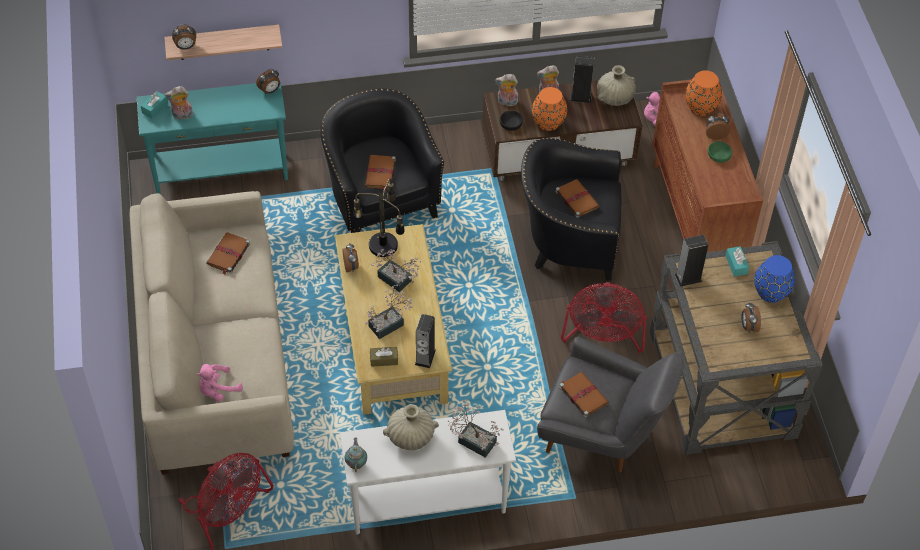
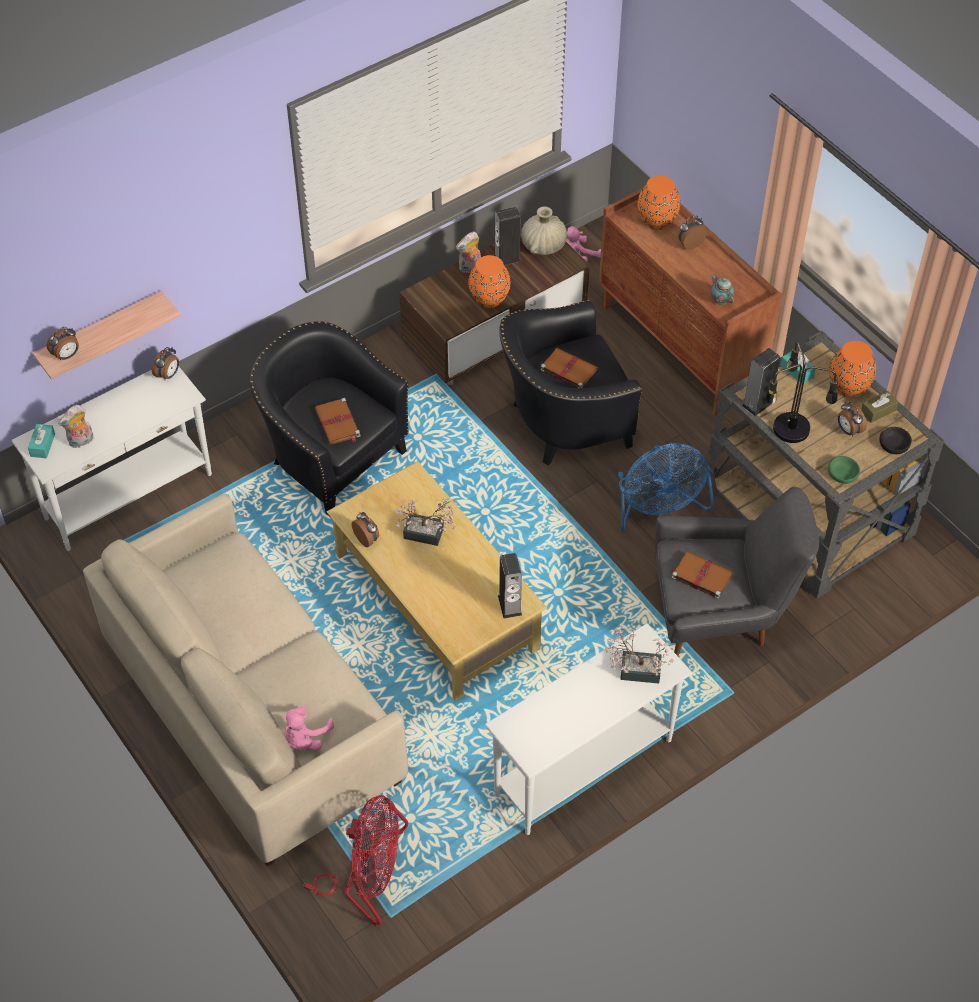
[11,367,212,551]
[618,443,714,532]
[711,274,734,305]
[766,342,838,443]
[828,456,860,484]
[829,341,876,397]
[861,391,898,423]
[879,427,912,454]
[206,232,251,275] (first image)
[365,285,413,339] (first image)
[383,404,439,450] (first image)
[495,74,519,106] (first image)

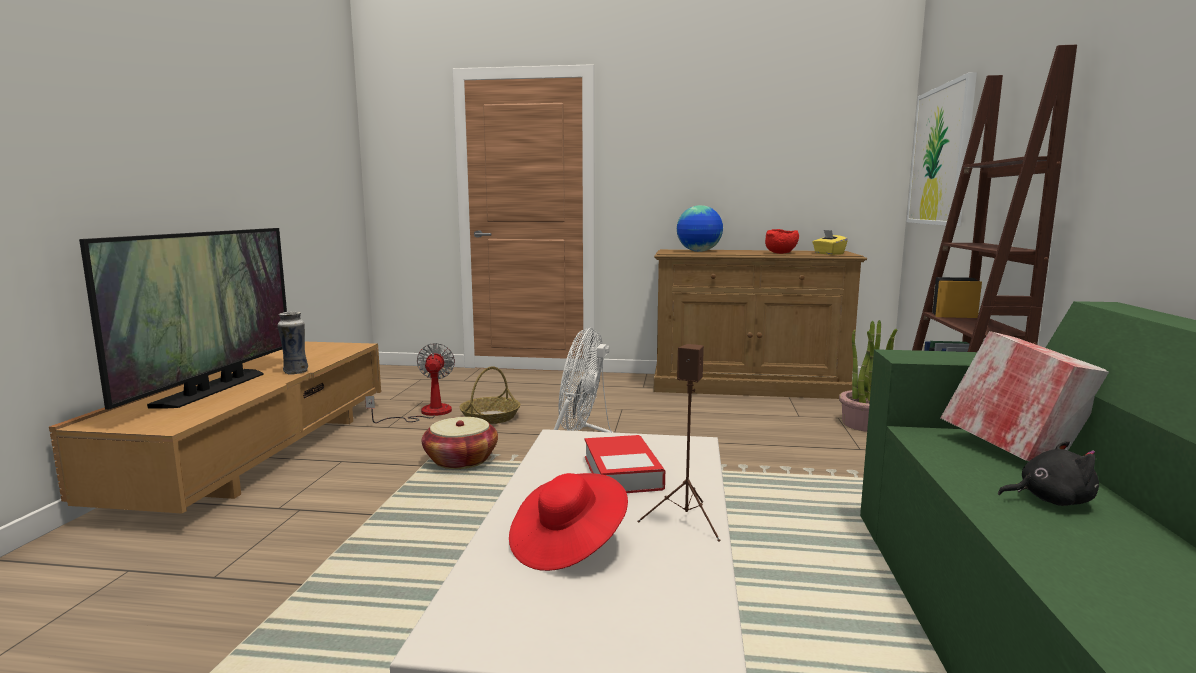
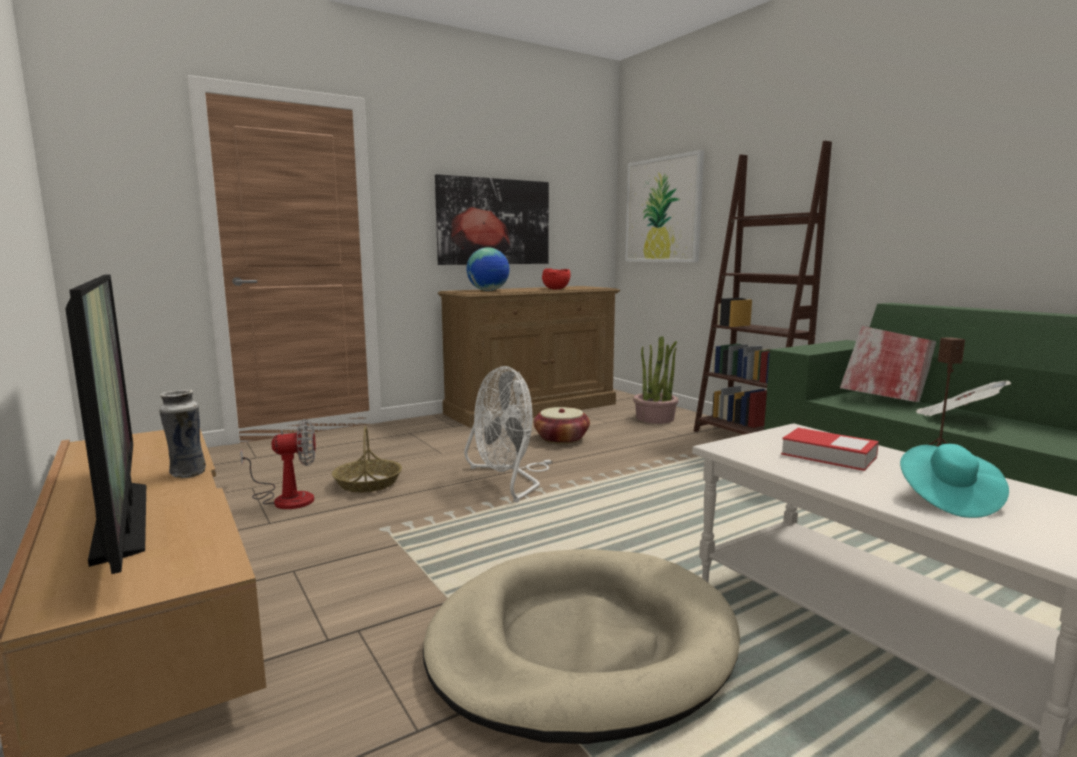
[240,419,316,509]
[423,549,740,744]
[435,174,549,265]
[534,407,590,444]
[900,444,1009,518]
[916,381,1011,417]
[812,230,848,255] (first image)

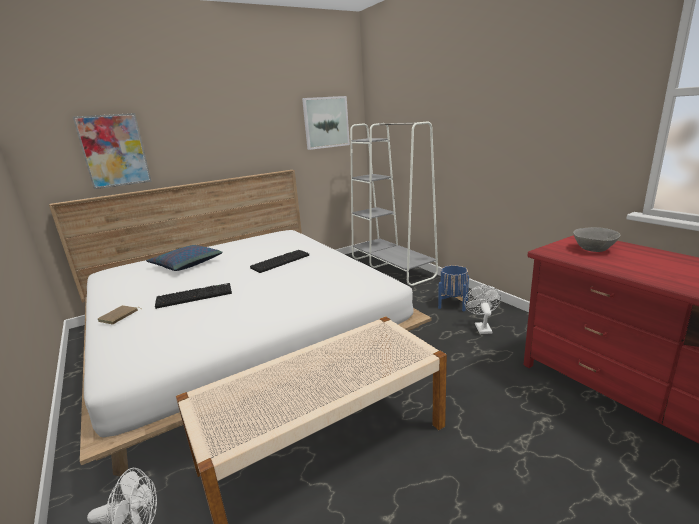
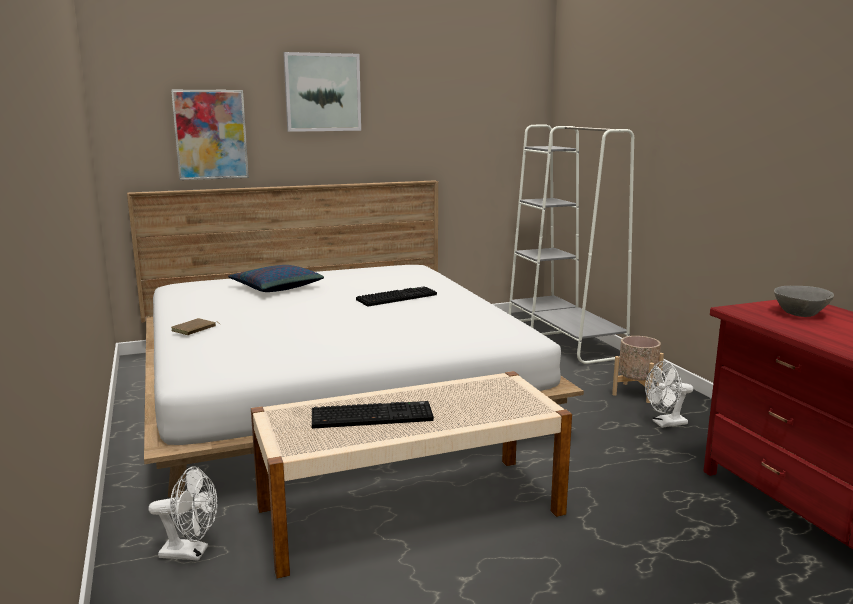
[283,52,361,132]
[312,401,434,429]
[612,336,664,403]
[645,361,693,428]

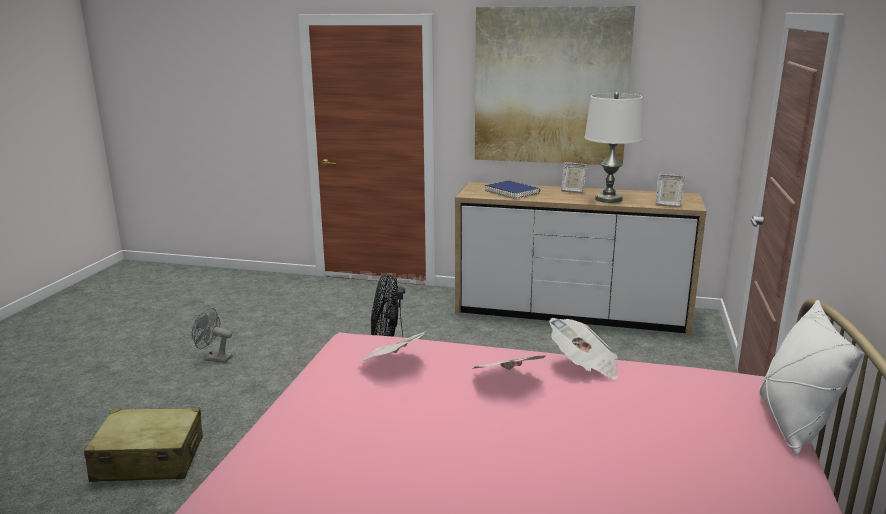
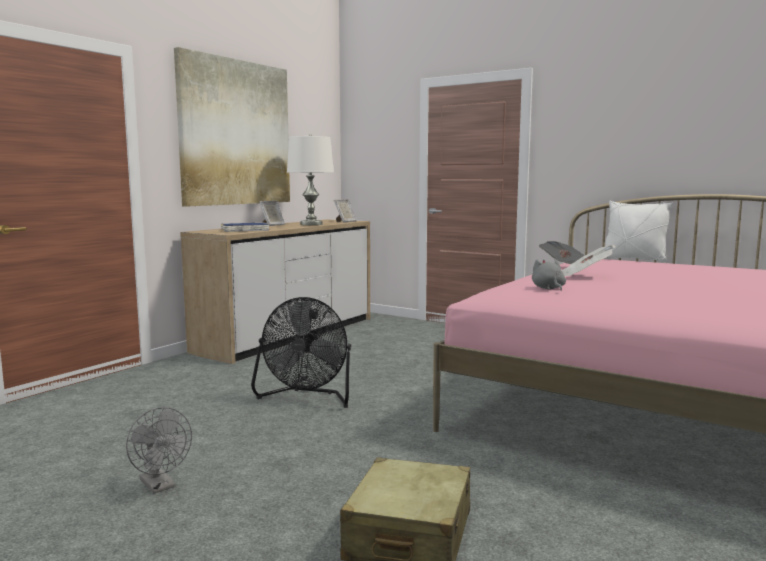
[126,407,192,494]
[532,259,566,291]

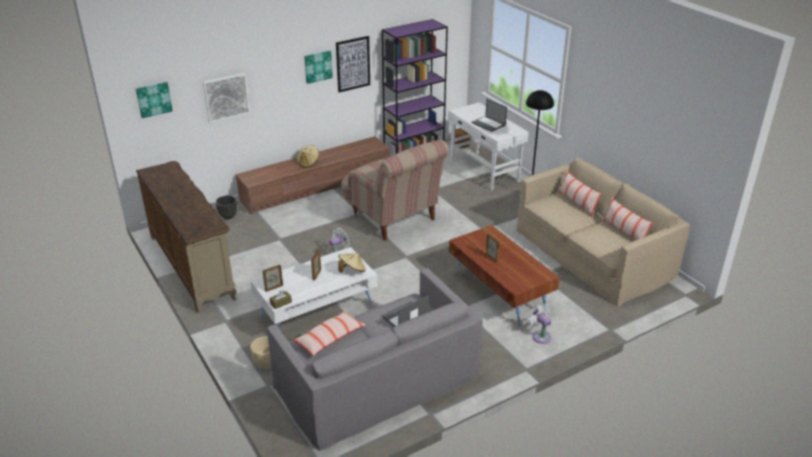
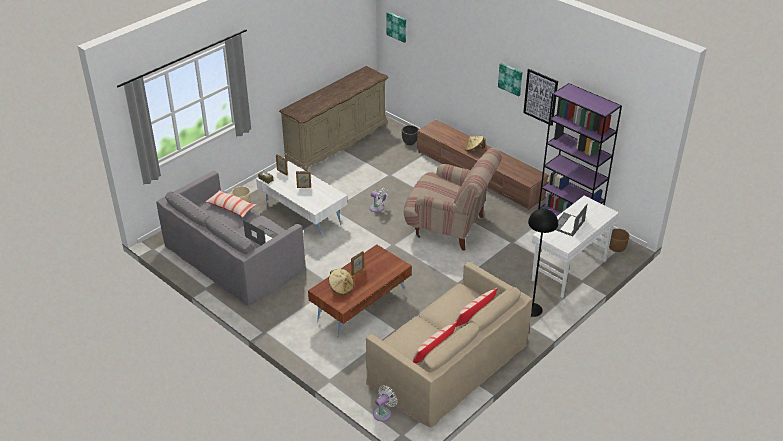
[329,268,354,295]
[373,385,397,421]
[404,148,502,251]
[203,73,250,123] (first image)

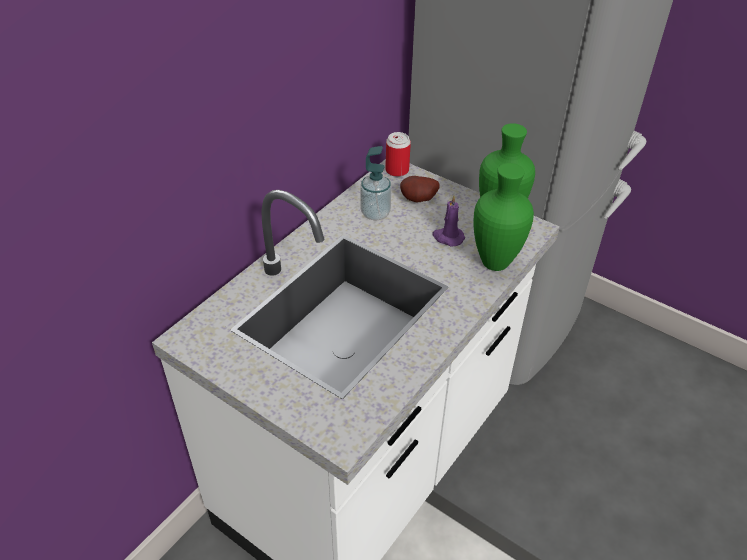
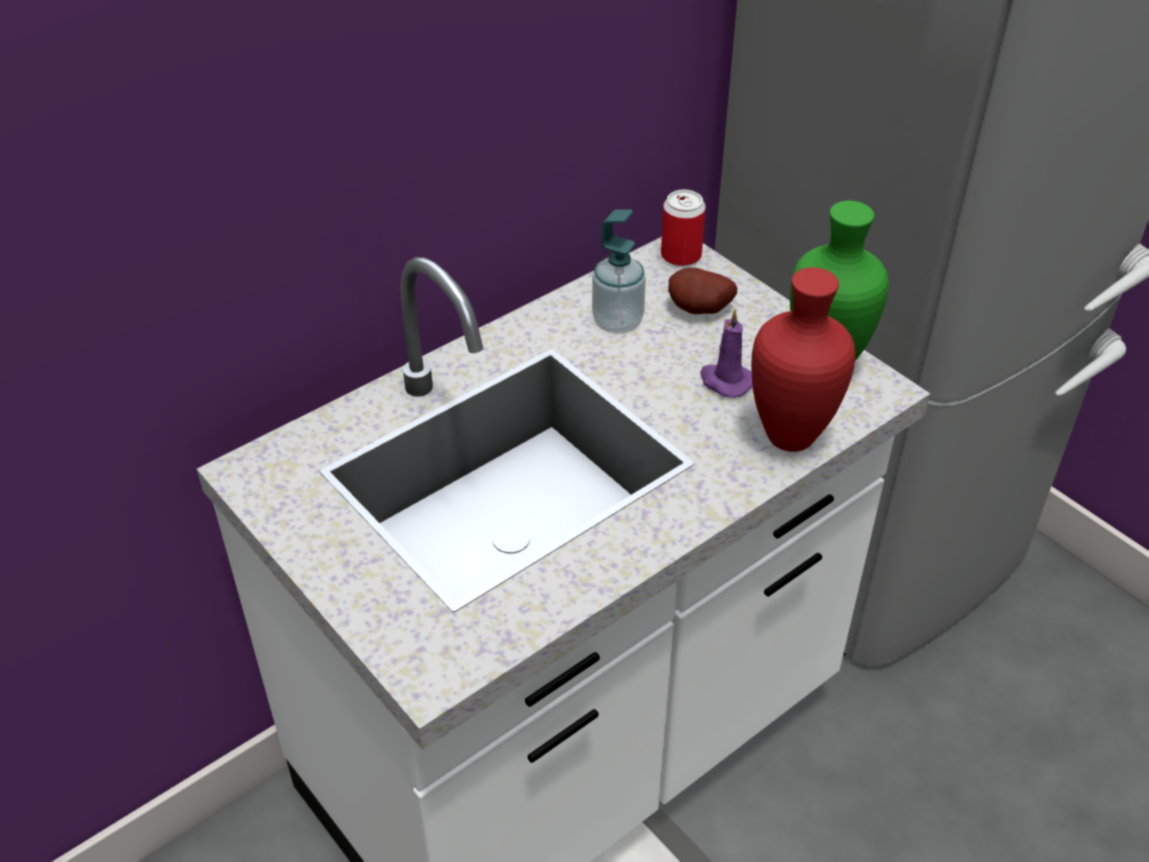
[751,267,856,452]

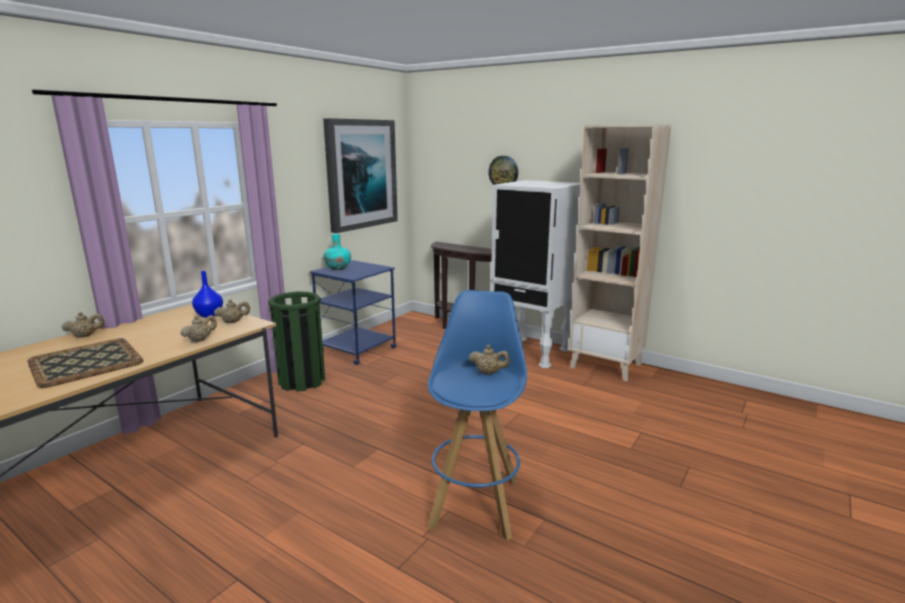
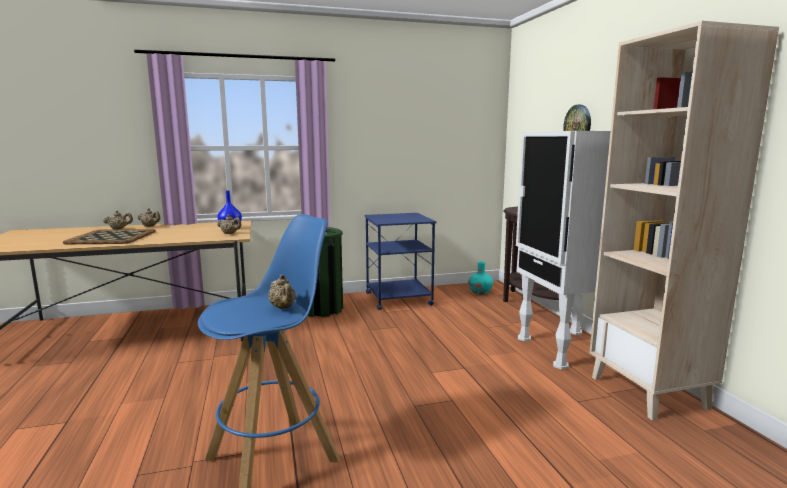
[103,210,133,229]
[468,262,493,295]
[323,118,398,233] (first image)

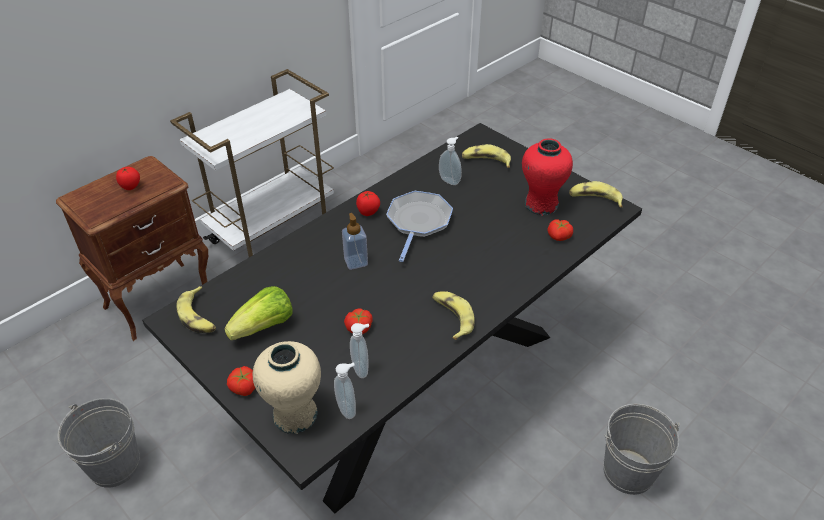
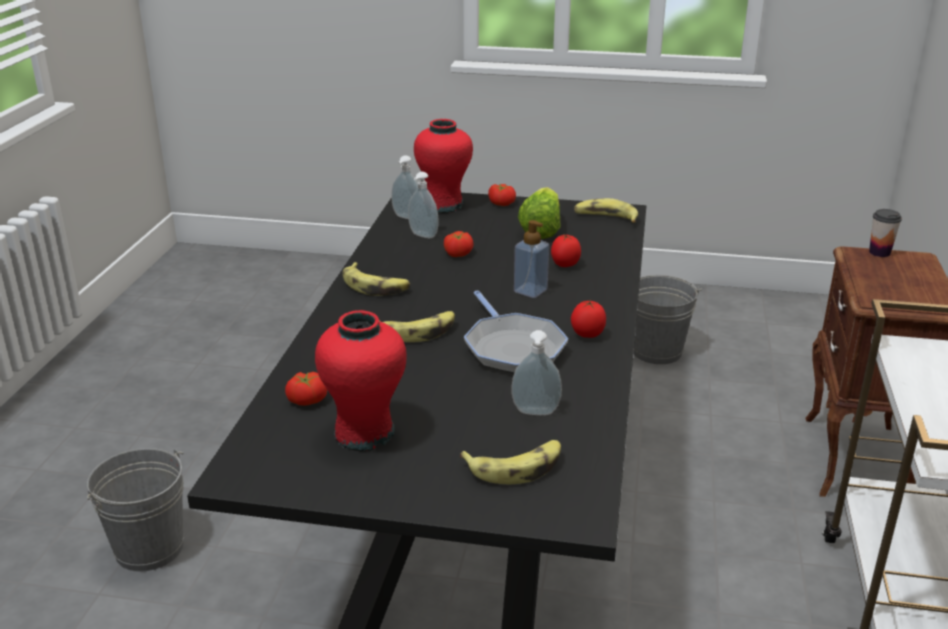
[379,311,455,342]
[414,119,473,213]
[551,234,581,267]
[869,209,902,257]

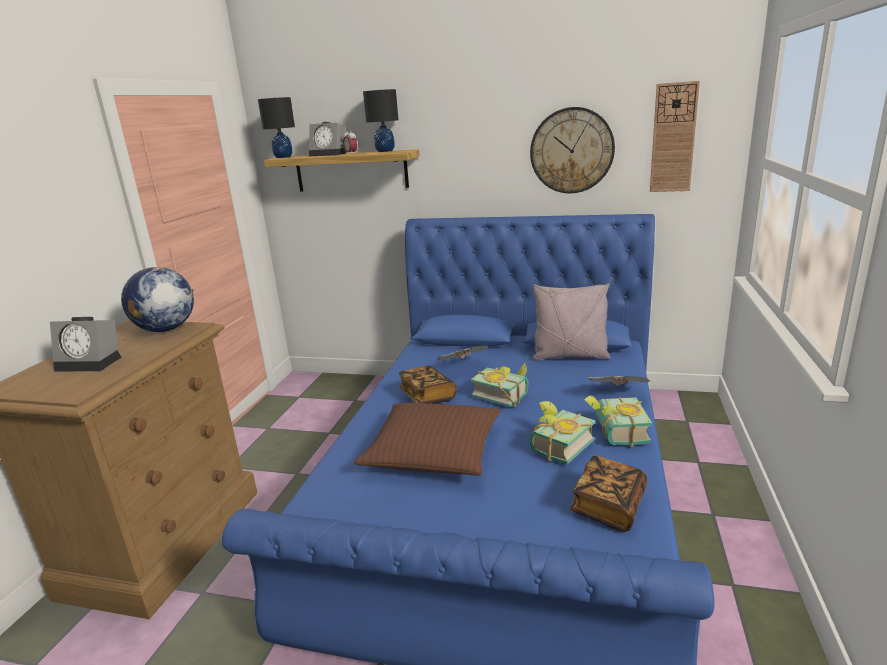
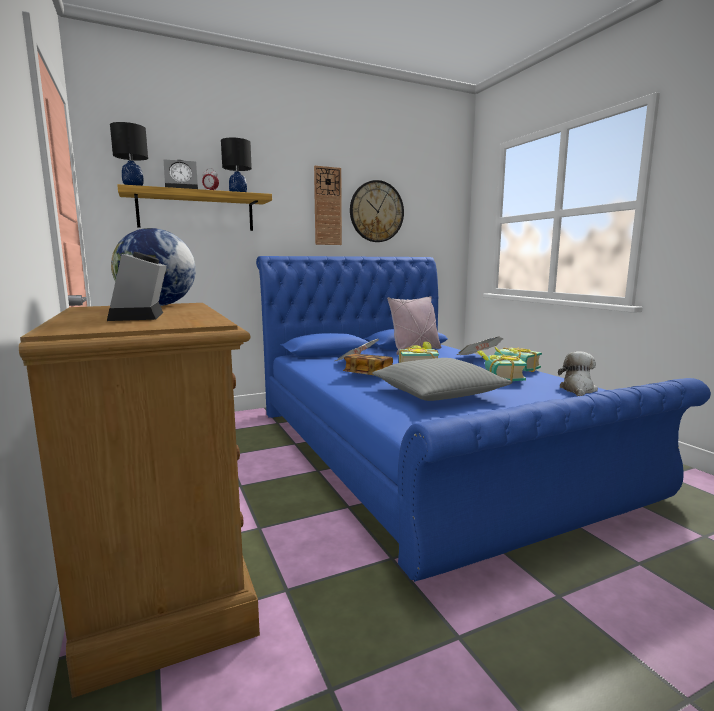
[107,252,167,321]
[314,166,342,245]
[372,358,512,401]
[558,351,598,396]

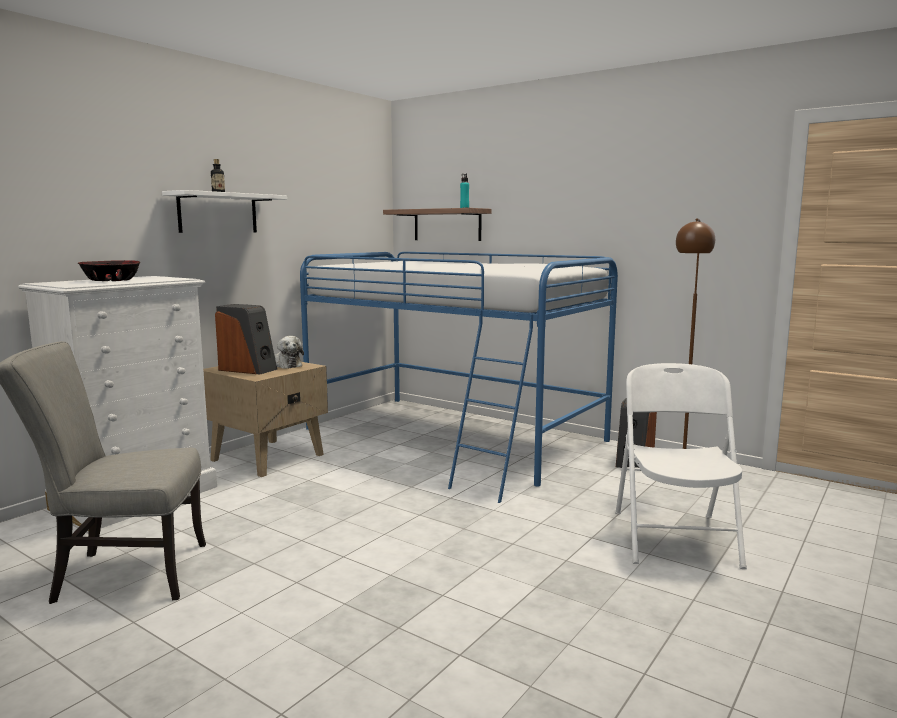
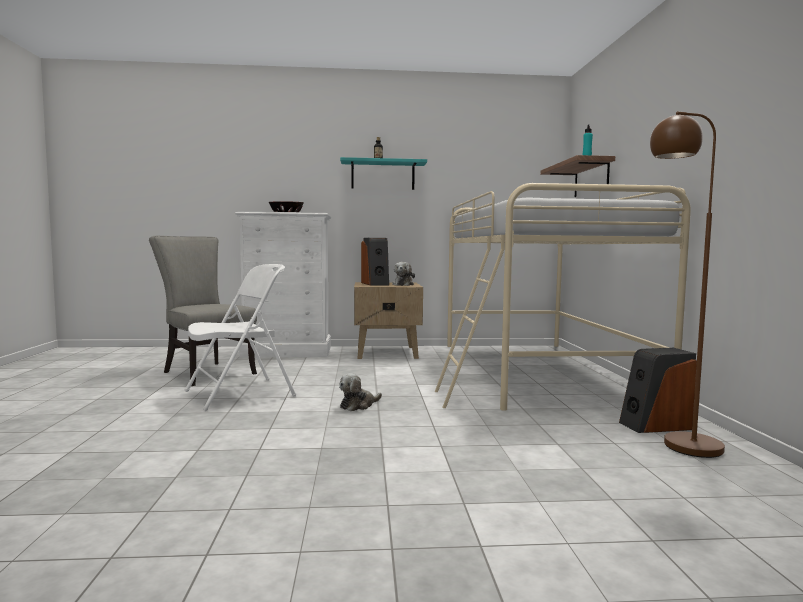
[185,264,296,411]
[339,373,382,411]
[340,157,427,190]
[435,183,691,411]

